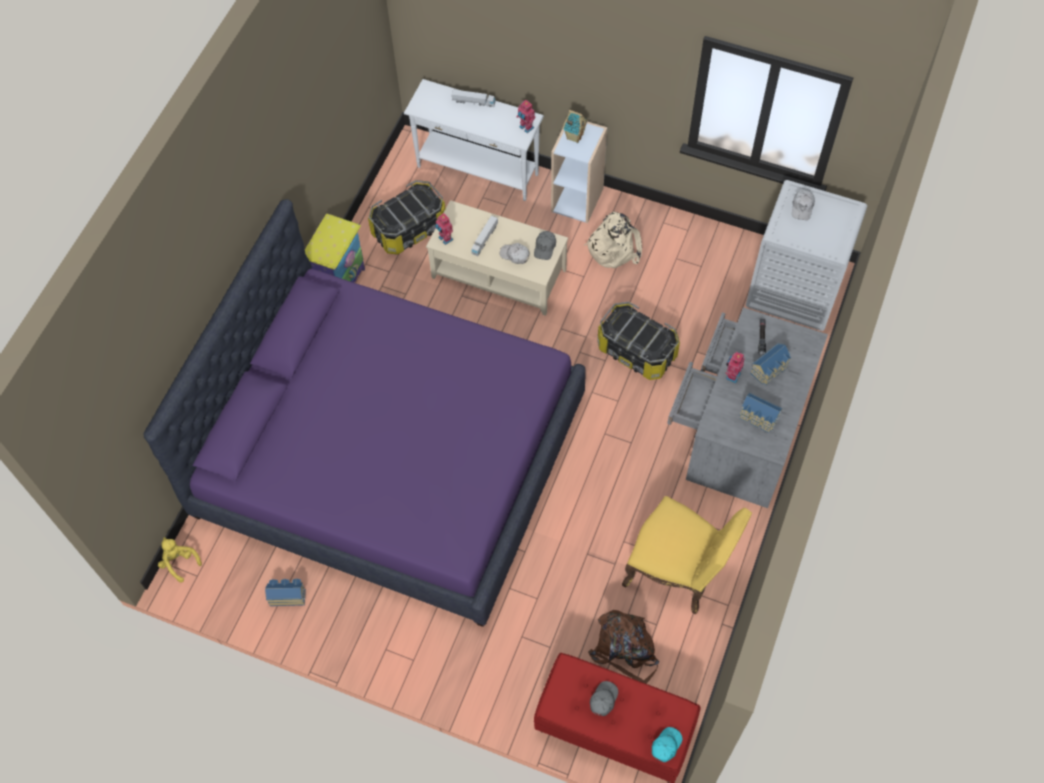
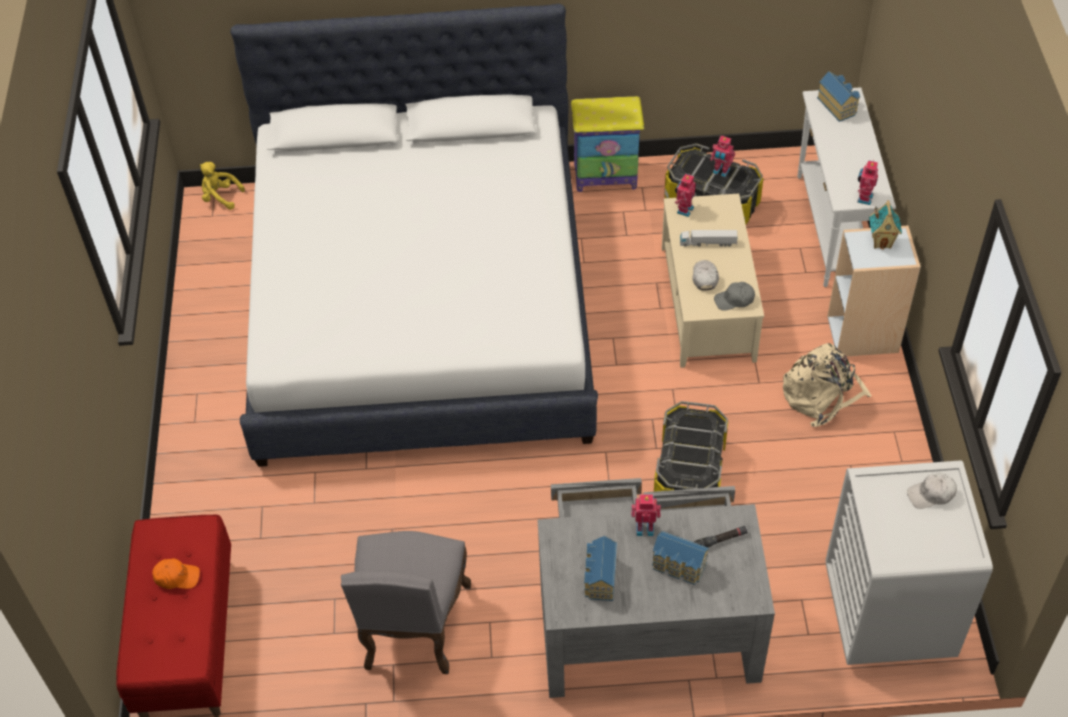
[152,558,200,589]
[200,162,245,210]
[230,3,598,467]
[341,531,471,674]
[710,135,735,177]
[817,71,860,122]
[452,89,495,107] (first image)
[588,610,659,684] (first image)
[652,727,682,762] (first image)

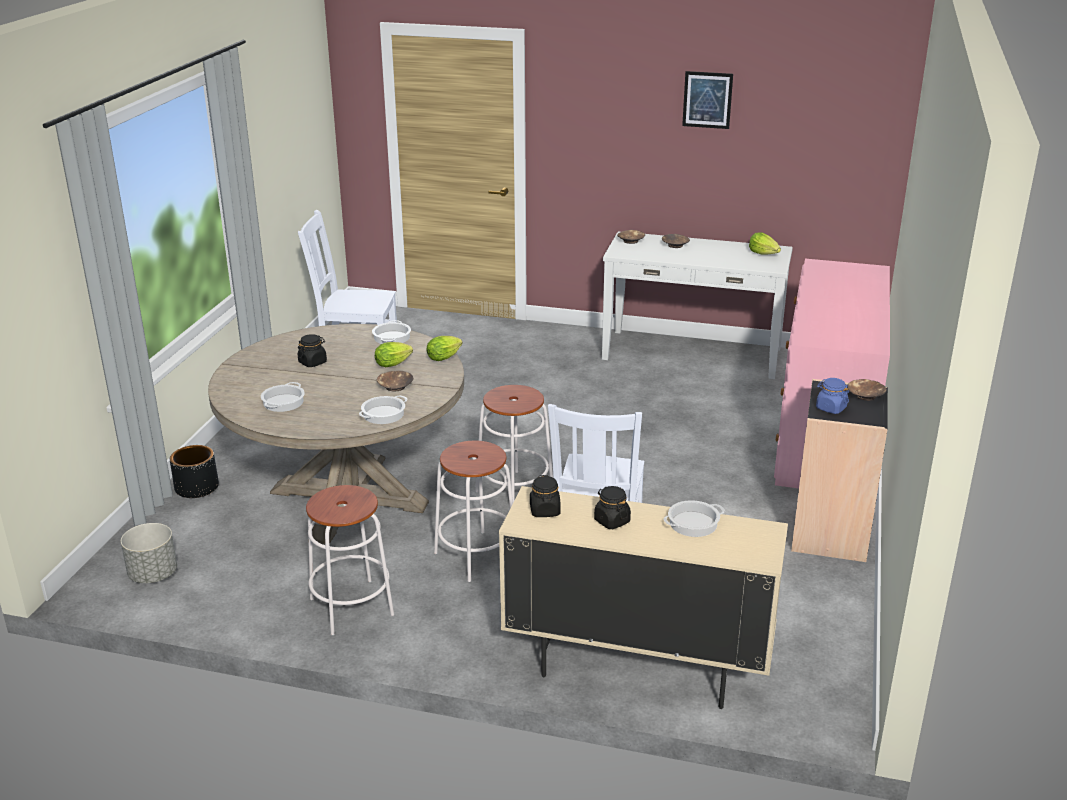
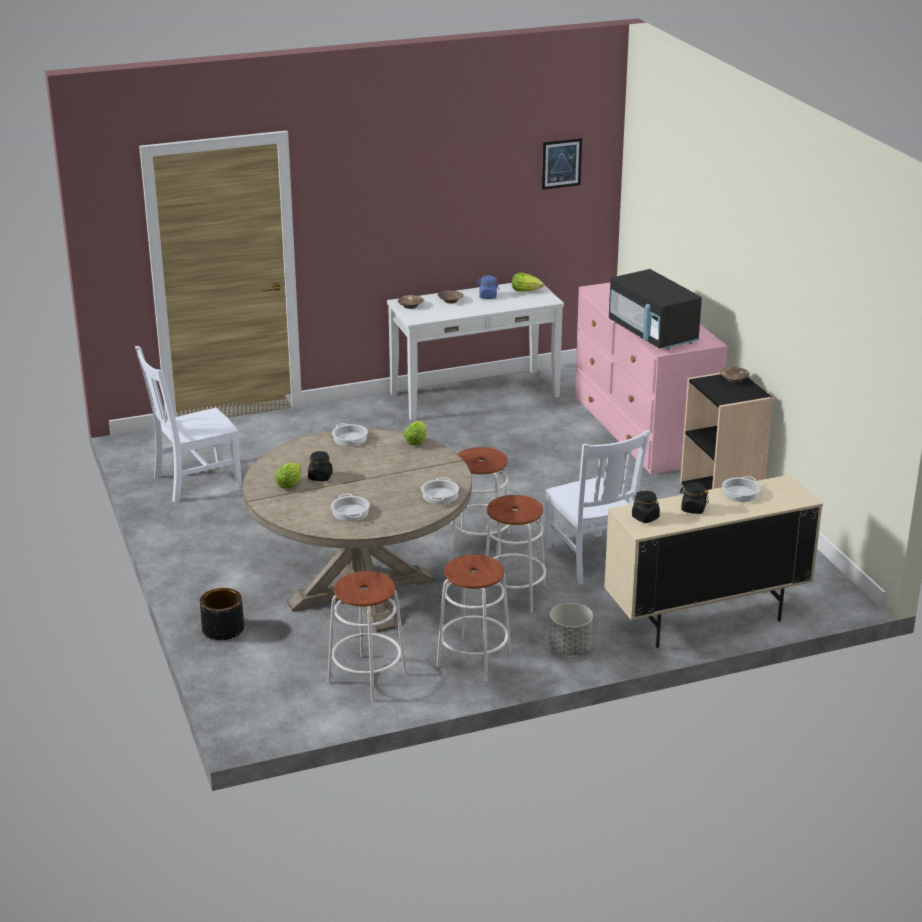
[275,463,301,488]
[328,571,407,702]
[477,276,499,299]
[542,138,582,190]
[549,603,593,656]
[609,269,702,350]
[377,371,413,391] (first image)

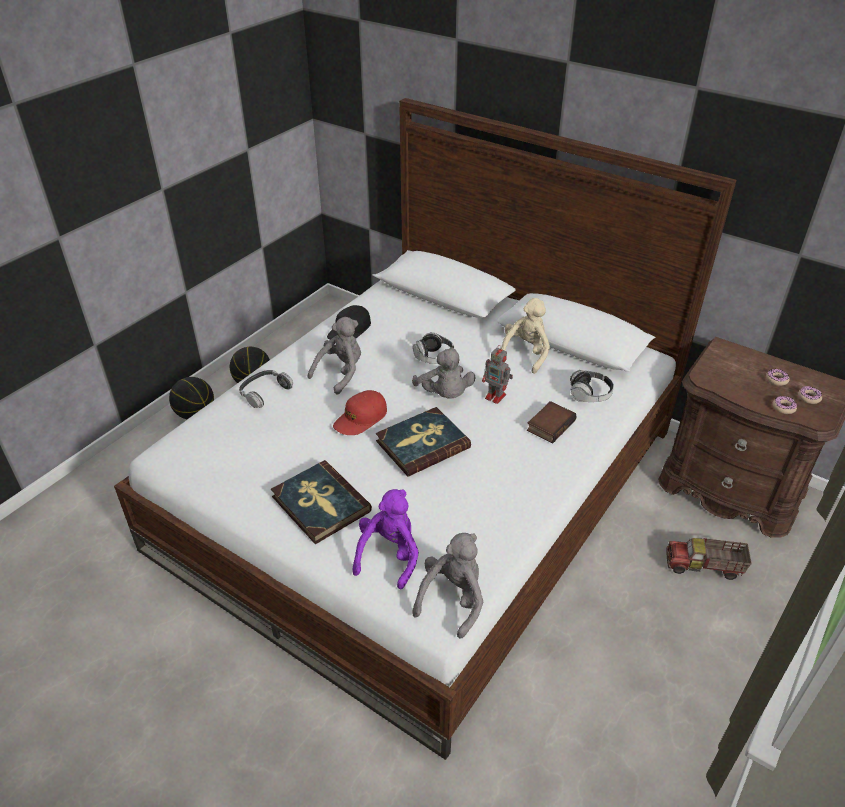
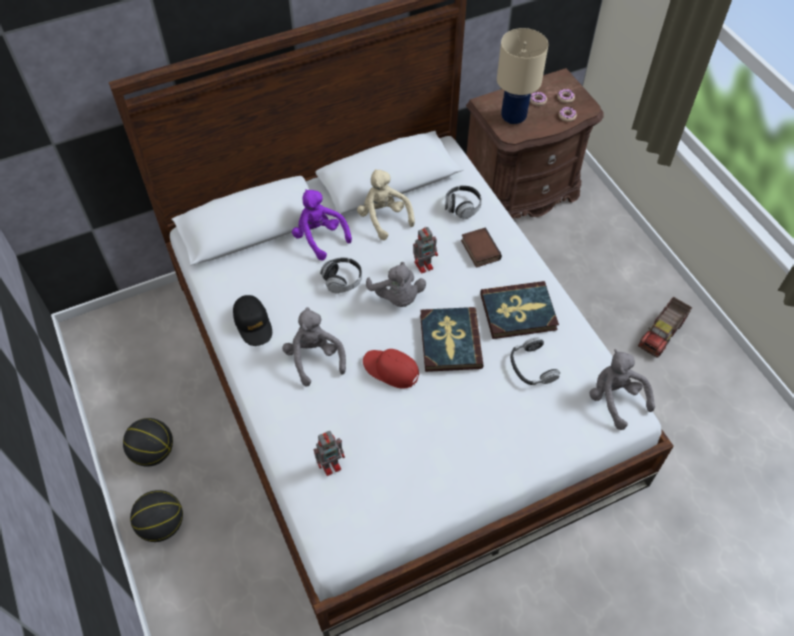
[292,189,352,260]
[314,431,345,476]
[363,349,419,389]
[366,262,426,307]
[481,281,559,339]
[497,28,548,124]
[510,337,560,385]
[638,297,692,358]

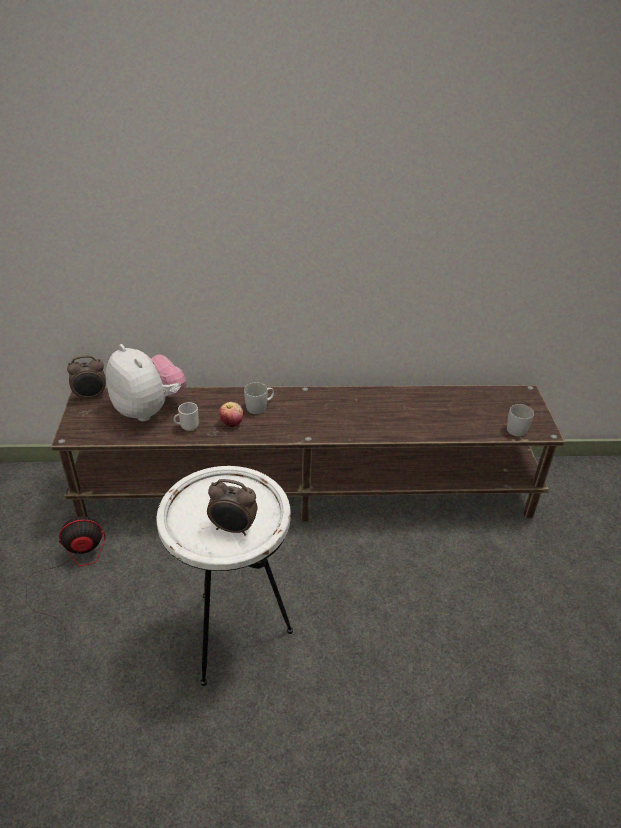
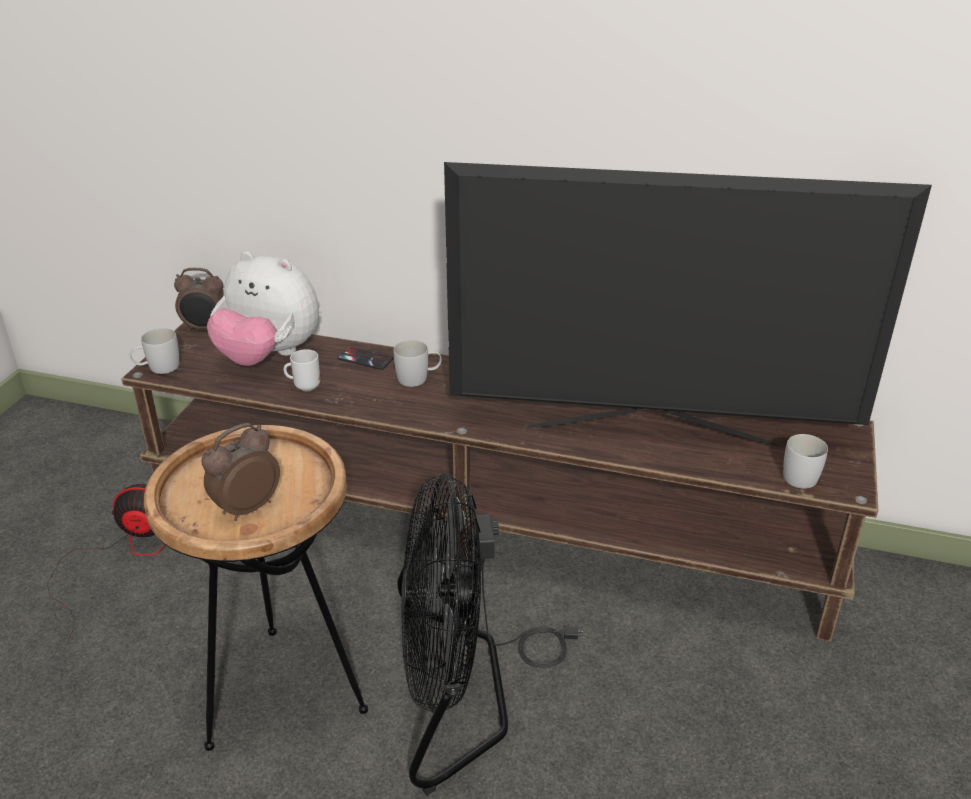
[130,328,179,374]
[144,425,368,751]
[201,423,280,521]
[207,251,319,366]
[337,347,393,370]
[397,473,583,796]
[444,162,932,446]
[219,402,243,427] (first image)

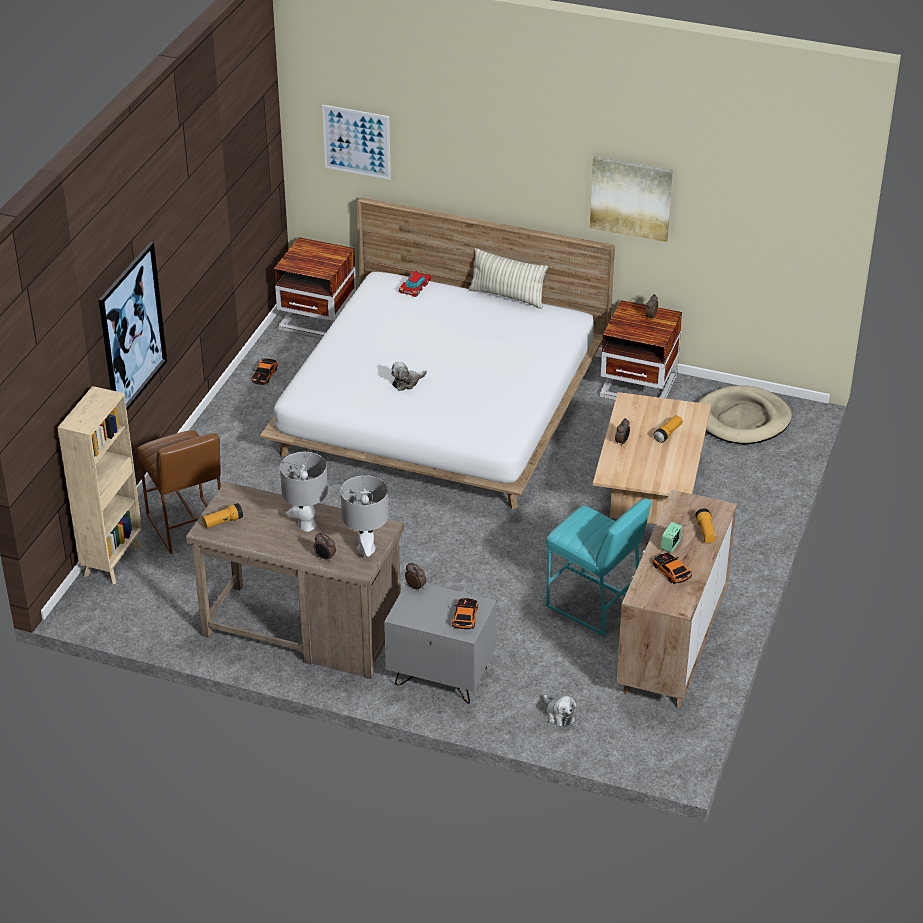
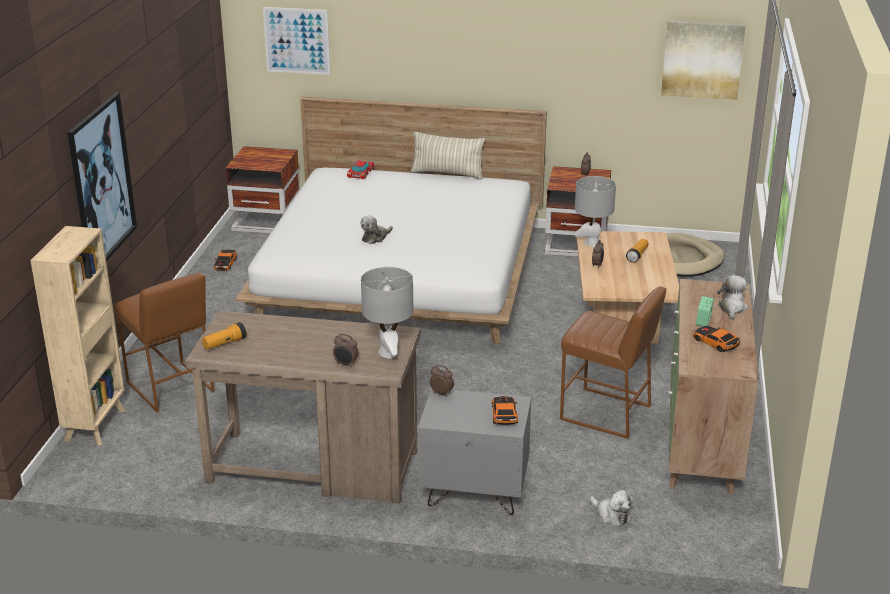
[560,286,666,439]
[574,176,616,247]
[661,21,746,100]
[717,275,748,320]

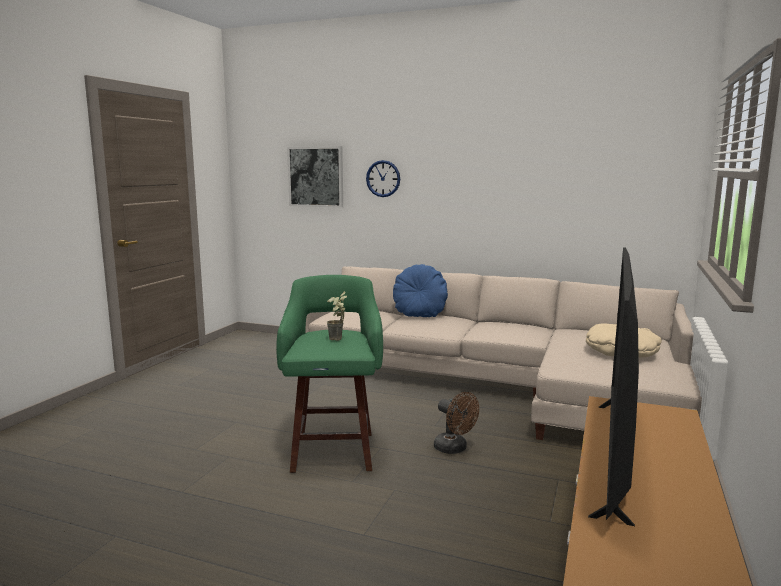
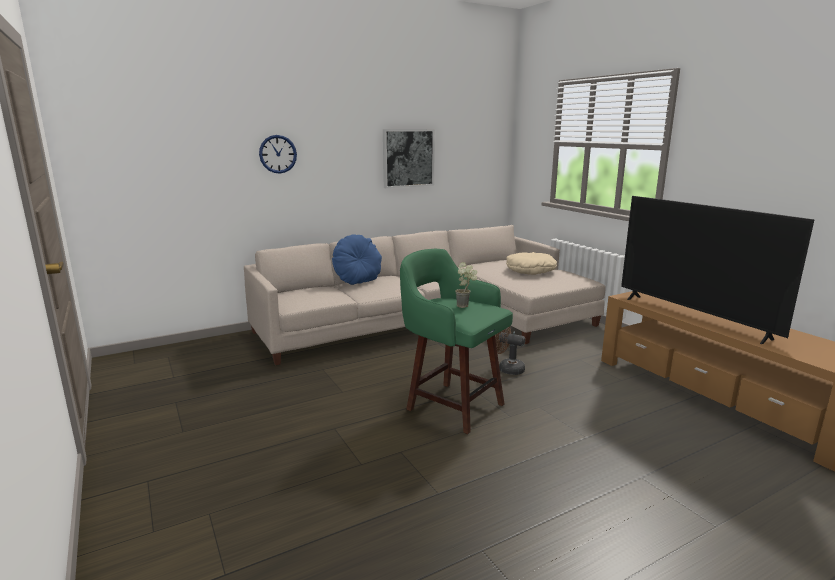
[383,129,435,188]
[495,326,525,375]

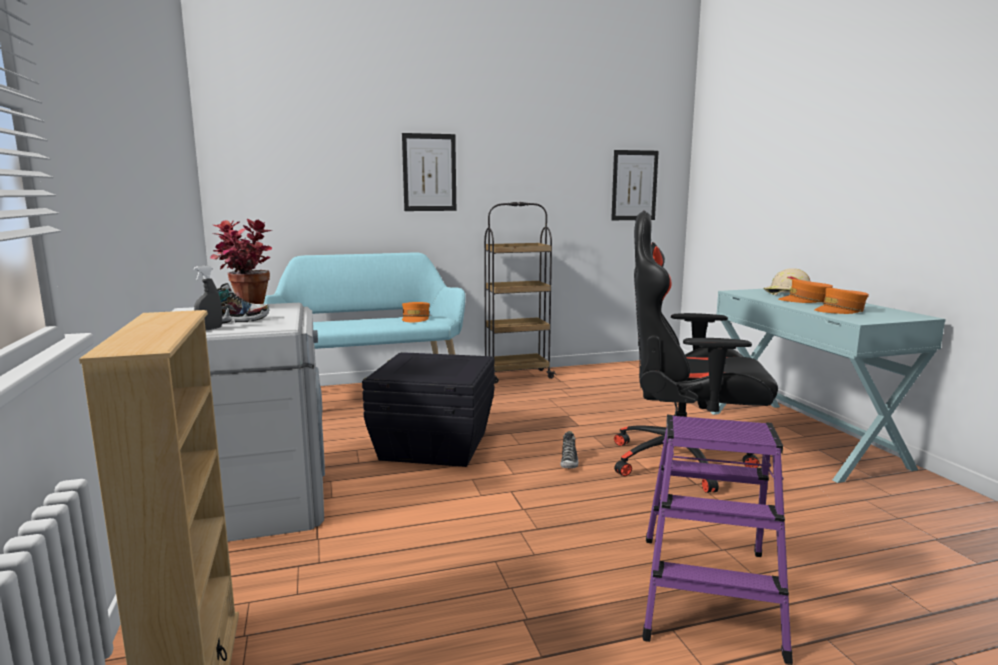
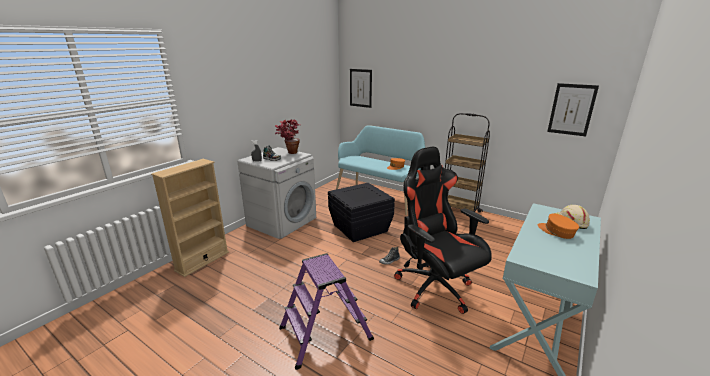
[350,69,372,108]
[814,287,869,314] (first image)

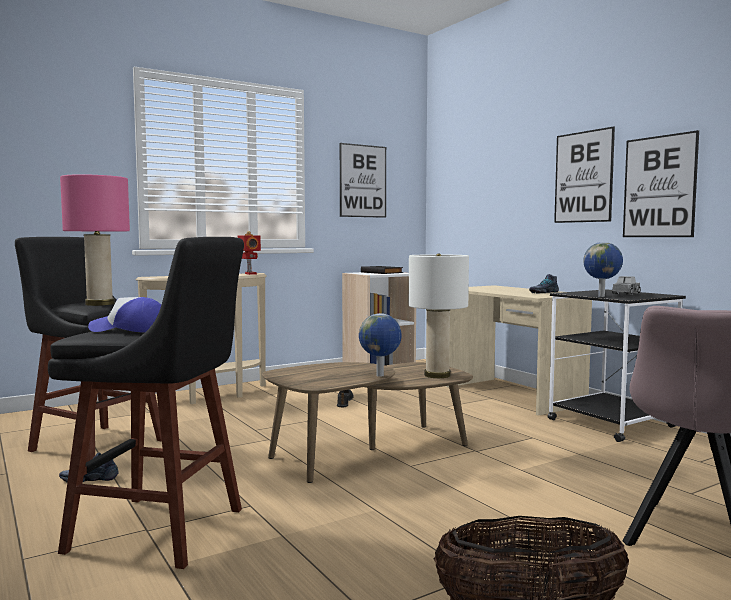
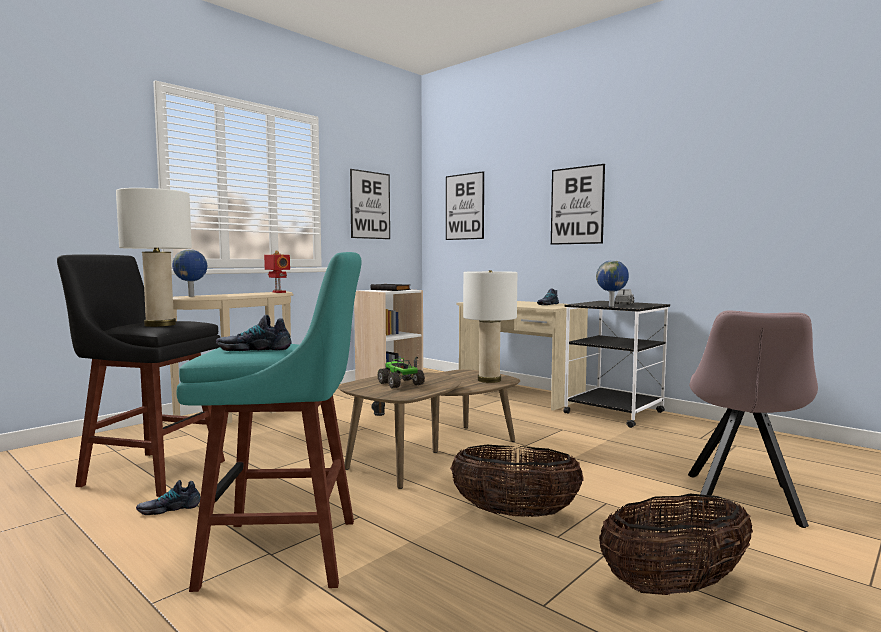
[116,188,192,327]
[172,249,207,297]
[177,252,362,592]
[216,315,292,351]
[378,357,425,388]
[446,171,484,240]
[450,444,583,517]

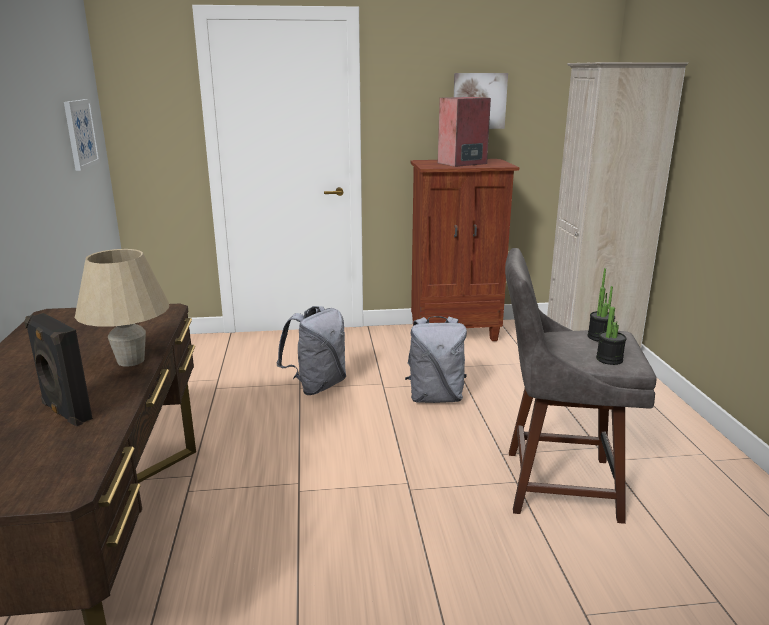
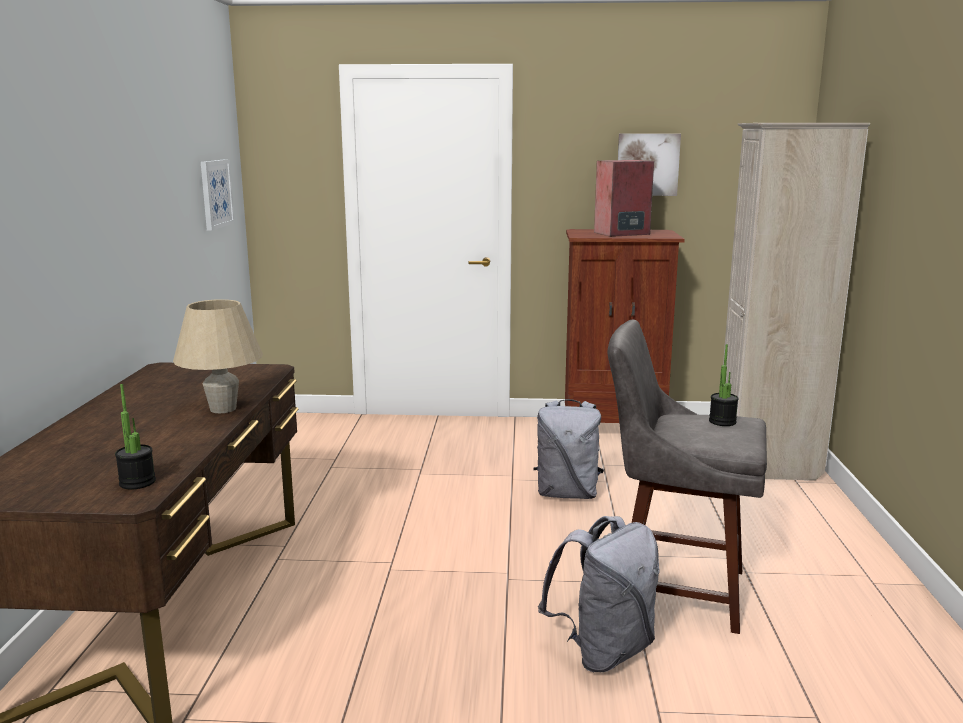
[115,384,156,489]
[538,516,660,672]
[24,313,93,426] (first image)

